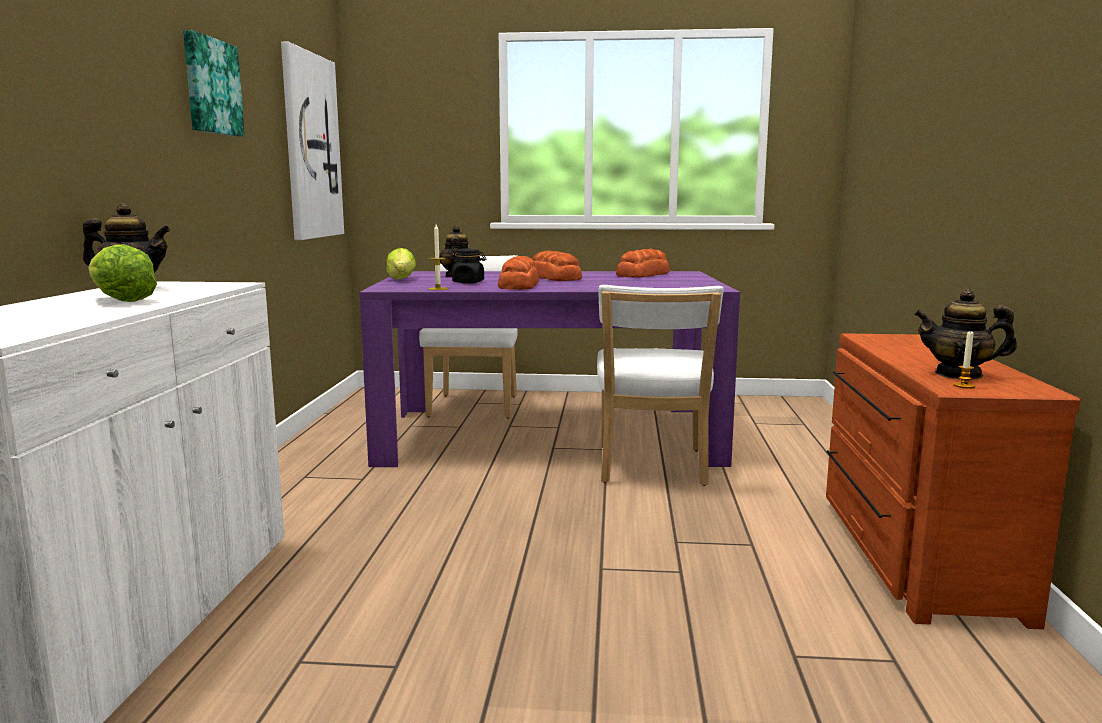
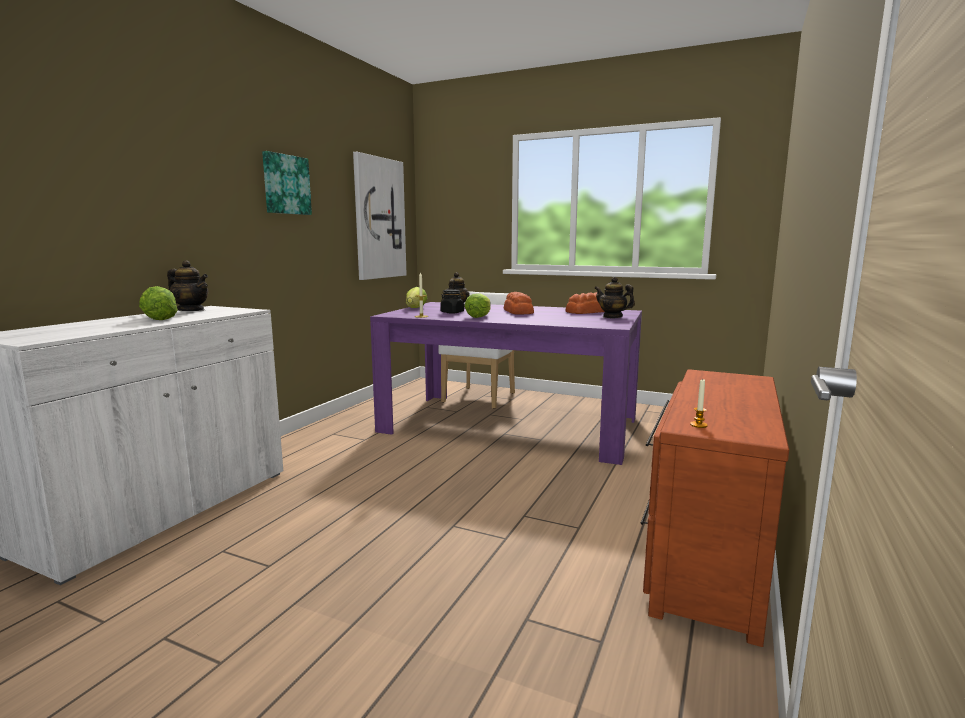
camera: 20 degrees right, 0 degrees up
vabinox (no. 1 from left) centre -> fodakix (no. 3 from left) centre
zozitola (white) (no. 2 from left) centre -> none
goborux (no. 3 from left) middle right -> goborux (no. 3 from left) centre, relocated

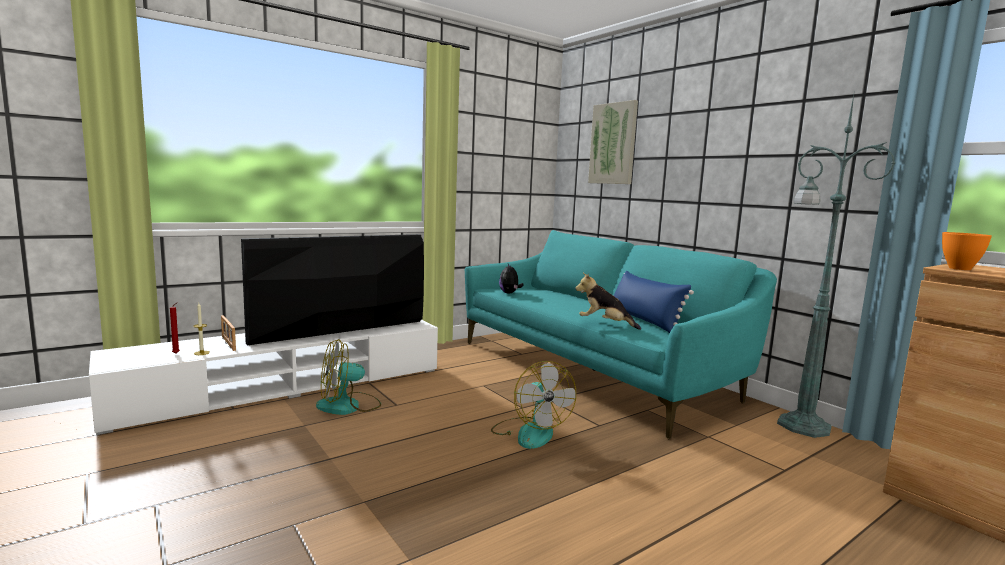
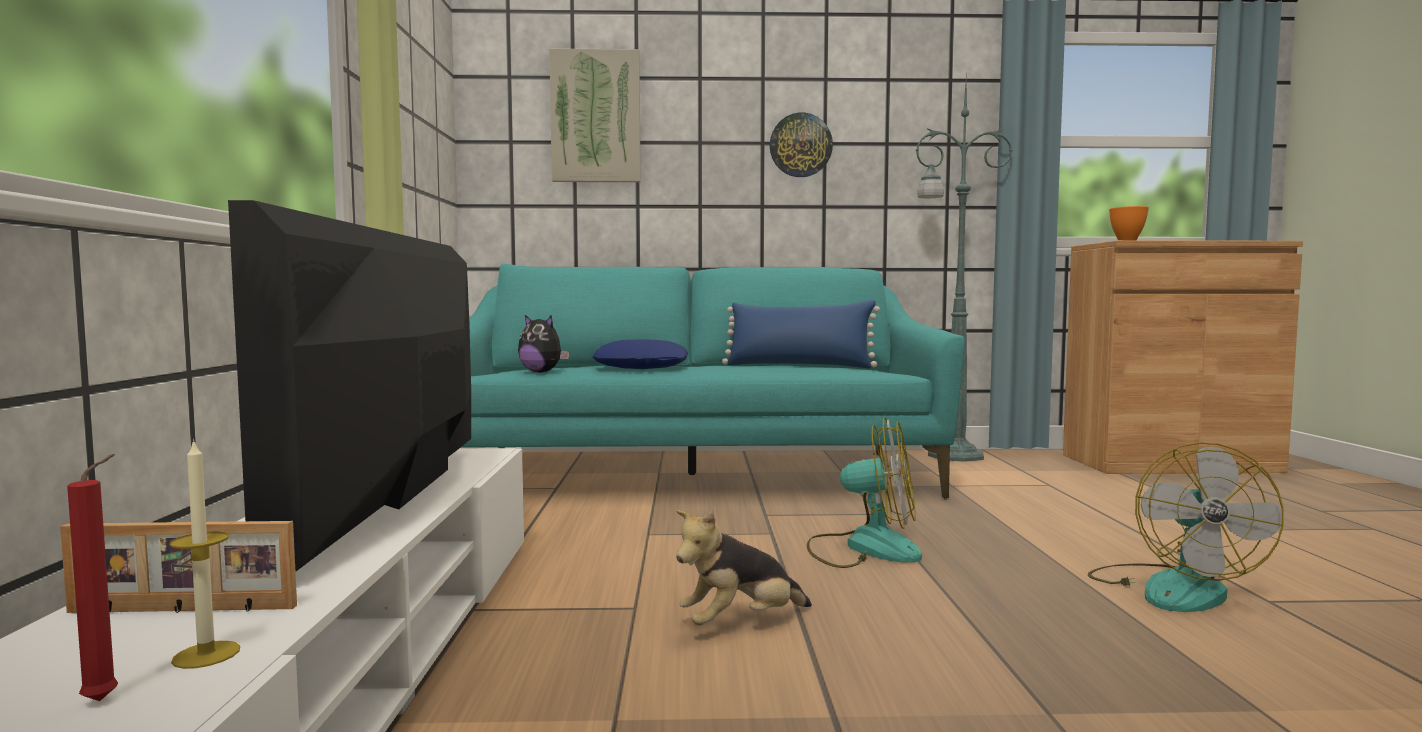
camera: 55 degrees left, 5 degrees down
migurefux (no. 1 from left in the first image) bottom centre -> migurefux (no. 2 from left) bottom right, relocated
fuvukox (no. 2 from left) centre -> fuvukox (no. 2 from left) bottom centre, relocated
none -> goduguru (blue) (no. 1 from left) centre
none -> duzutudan top centre

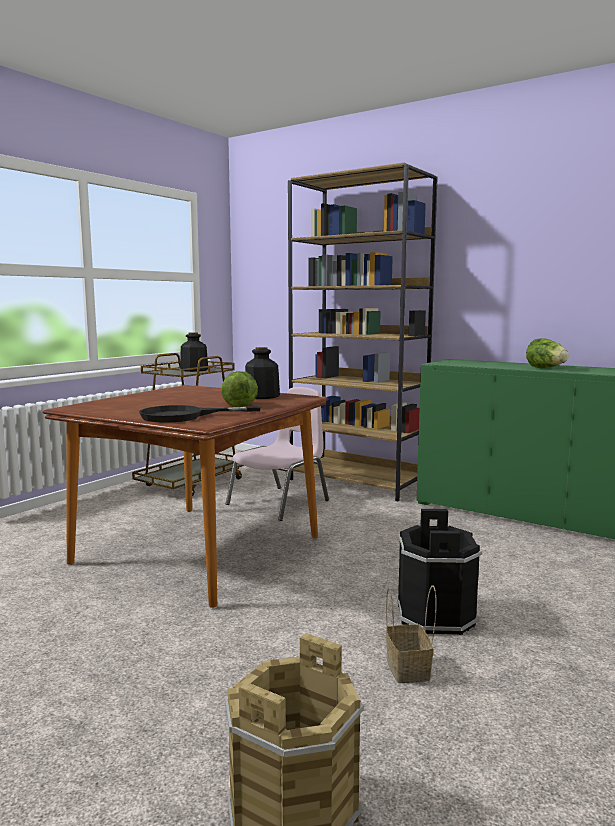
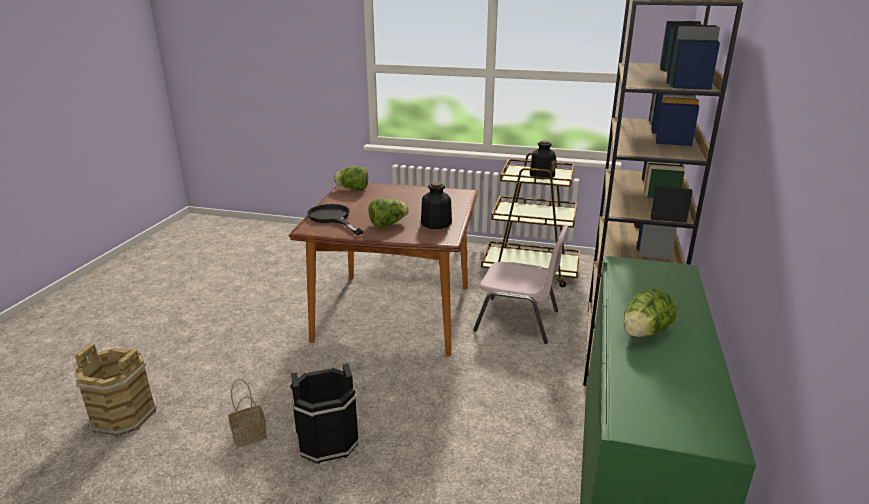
camera: 70 degrees right, 15 degrees up
none -> fodakix (no. 1 from left) centre

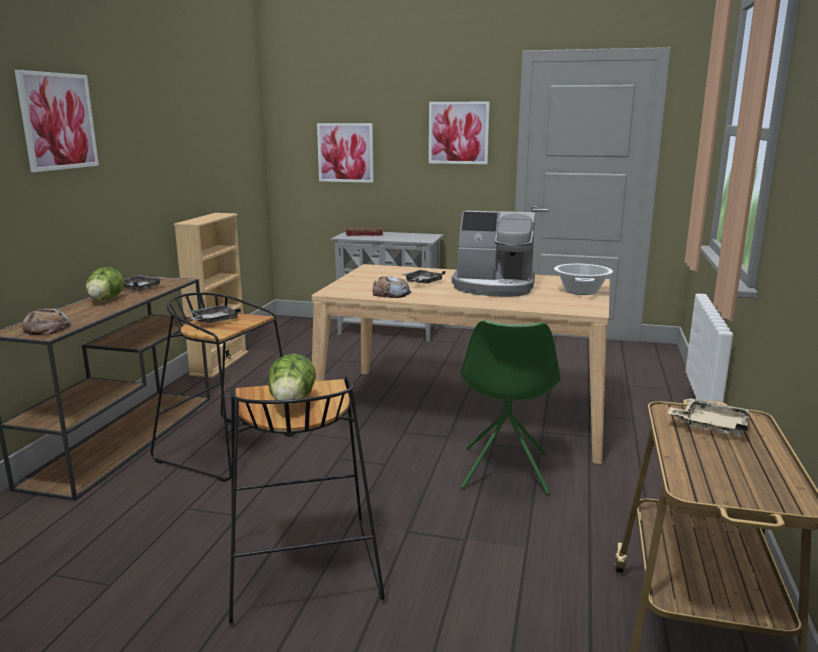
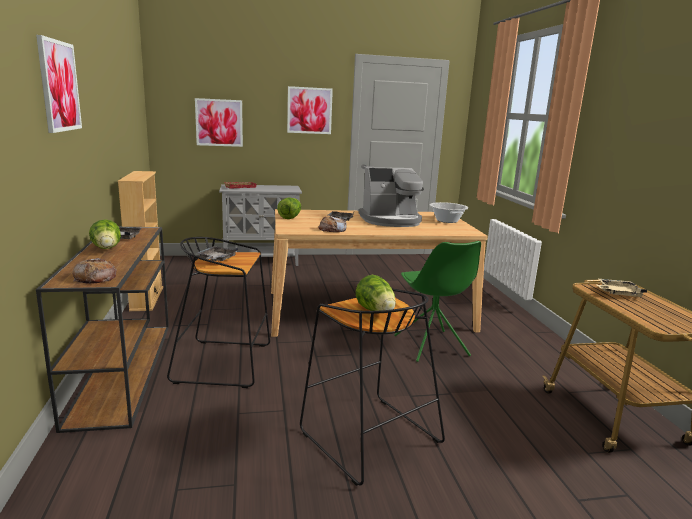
camera: 25 degrees left, 0 degrees up
none -> fodakix (no. 2 from left) centre

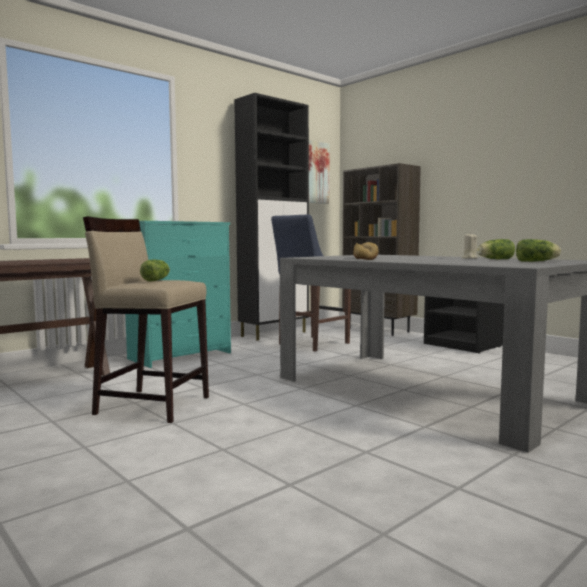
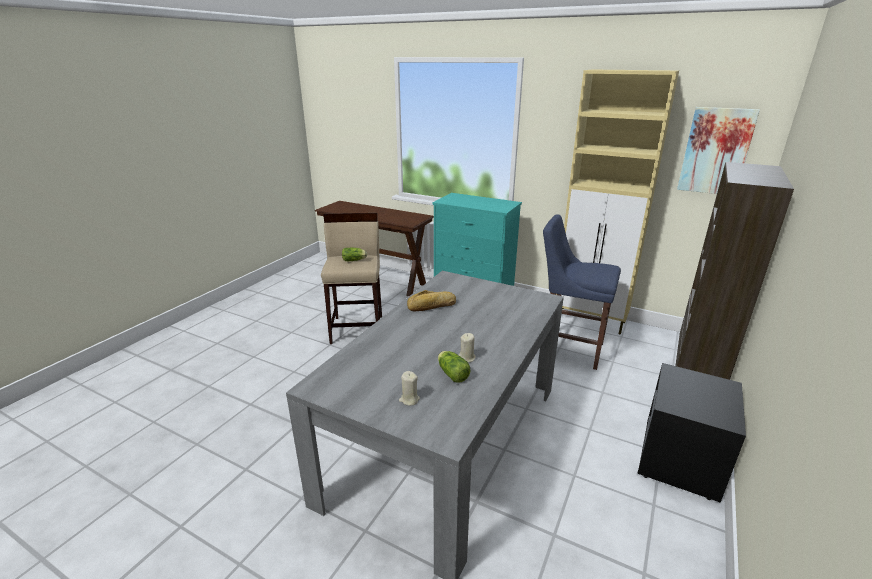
camera: 70 degrees right, 20 degrees up
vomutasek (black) centre -> vomutasek (beige) middle right
fodakix (no. 3 from left) middle right -> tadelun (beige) (no. 1 from left) bottom centre

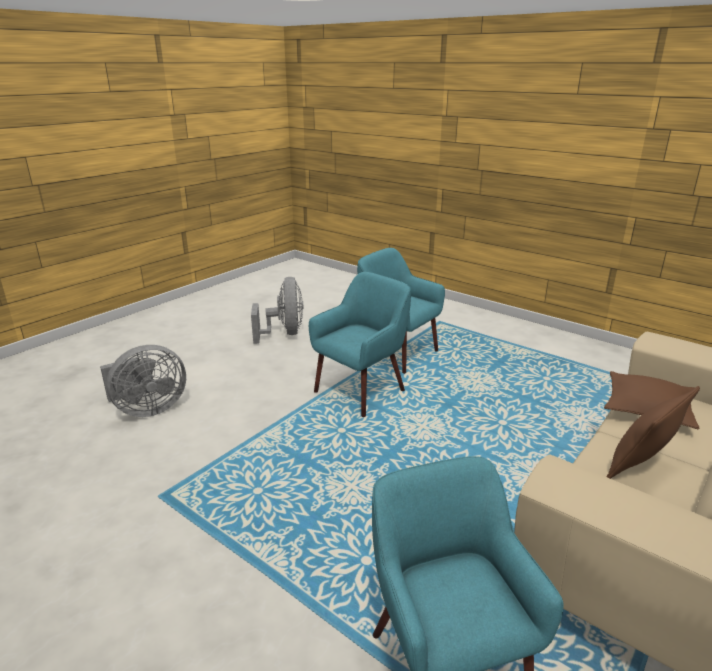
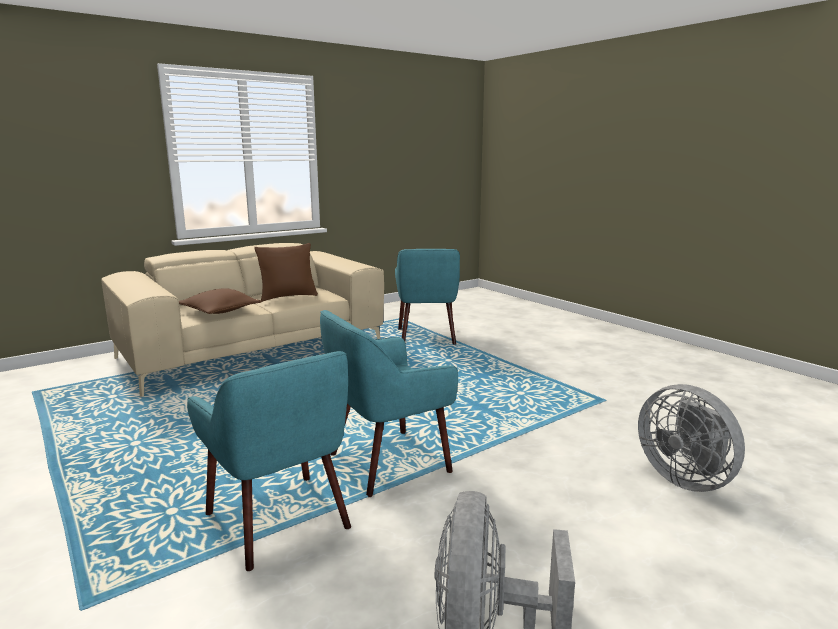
camera: 165 degrees left, 10 degrees down
migurefux (grey) (no. 1 from left in the first image) middle left -> migurefux (grey) (no. 2 from left) bottom right, 105 degrees counterclockwise

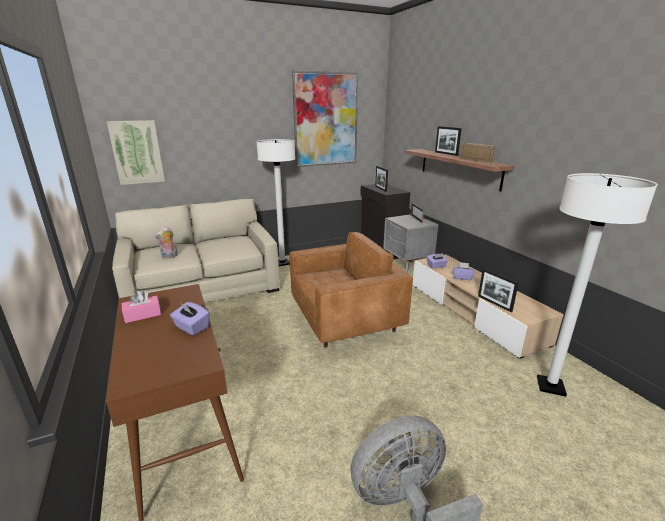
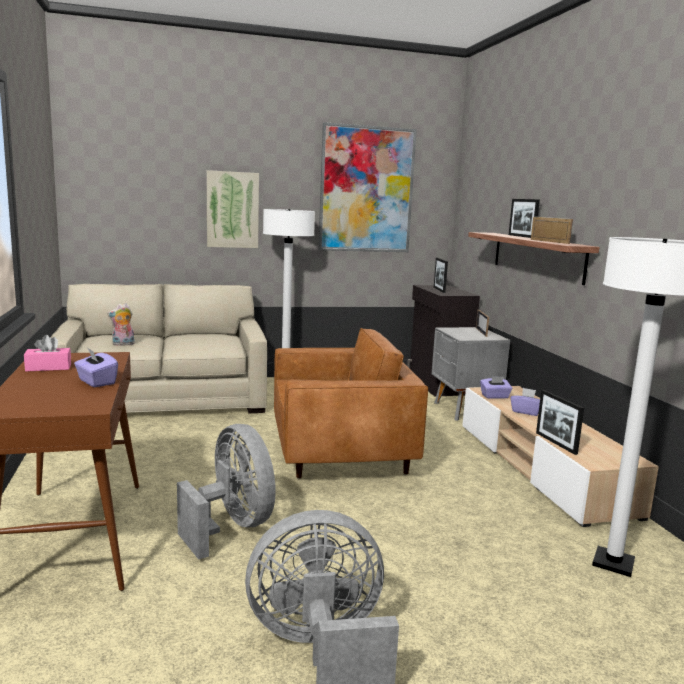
camera: 10 degrees right, 10 degrees down
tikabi (no. 1 from left) top left -> tikabi (no. 1 from left) top centre, relocated
none -> migurefux (grey) (no. 1 from left) bottom left

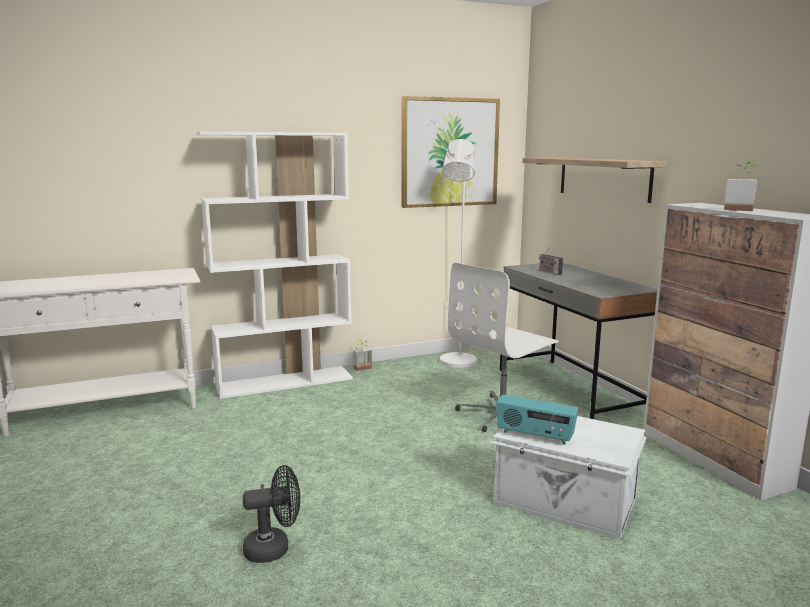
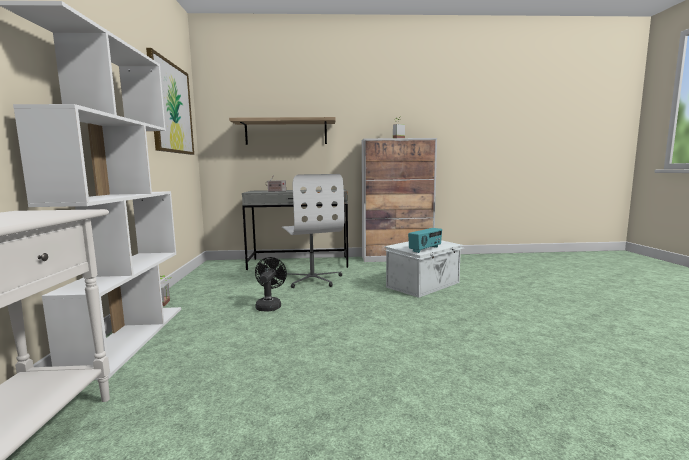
camera: 70 degrees left, 5 degrees down
migurefux (black) bottom centre -> migurefux (black) centre, relocated
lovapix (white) centre -> none

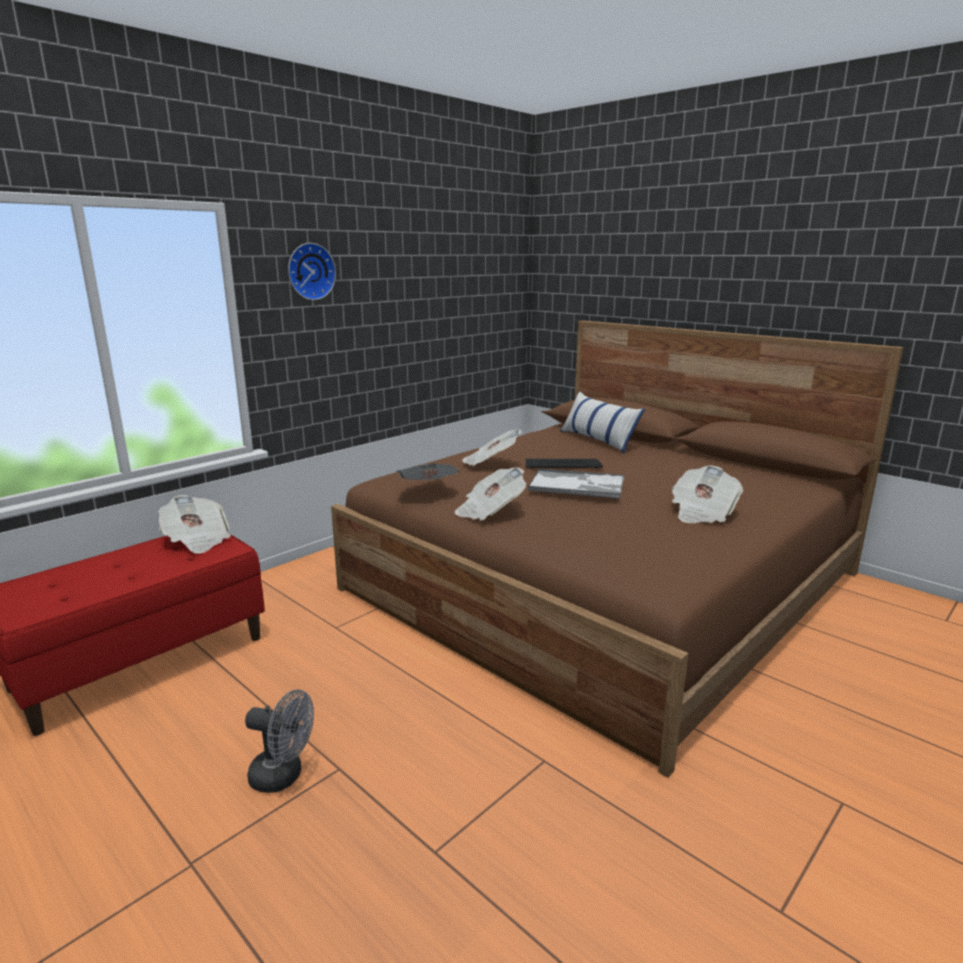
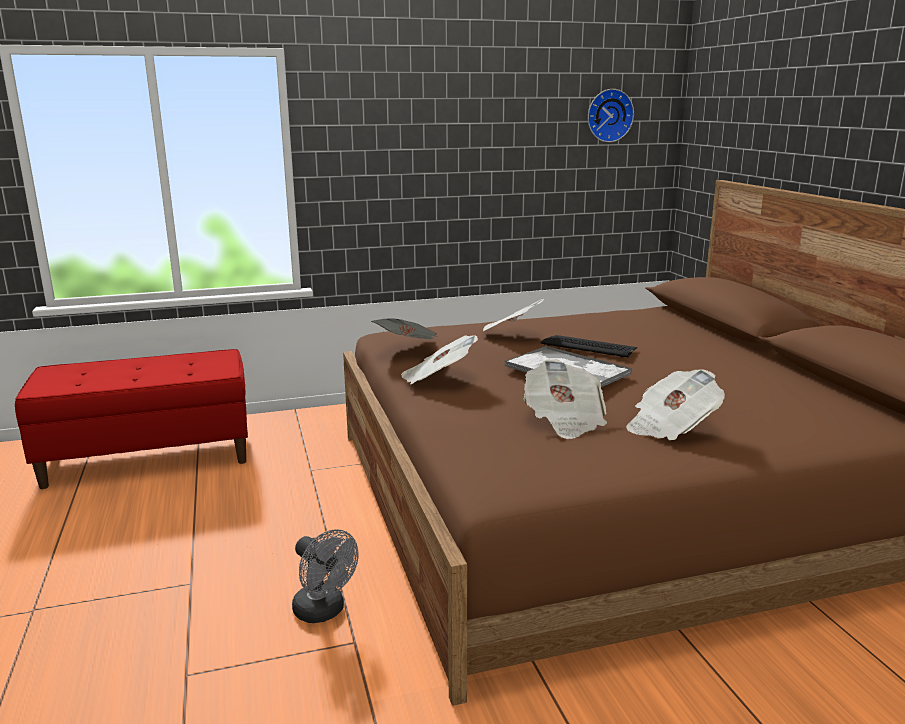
camera: 30 degrees right, 0 degrees up
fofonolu (no. 1 from left in the first image) middle left -> fofonolu (no. 4 from left) centre, relocated
migurefux (grey) bottom left -> migurefux (grey) bottom centre, relocated
duzutudan top left -> duzutudan top right, relocated
goduguru centre -> none

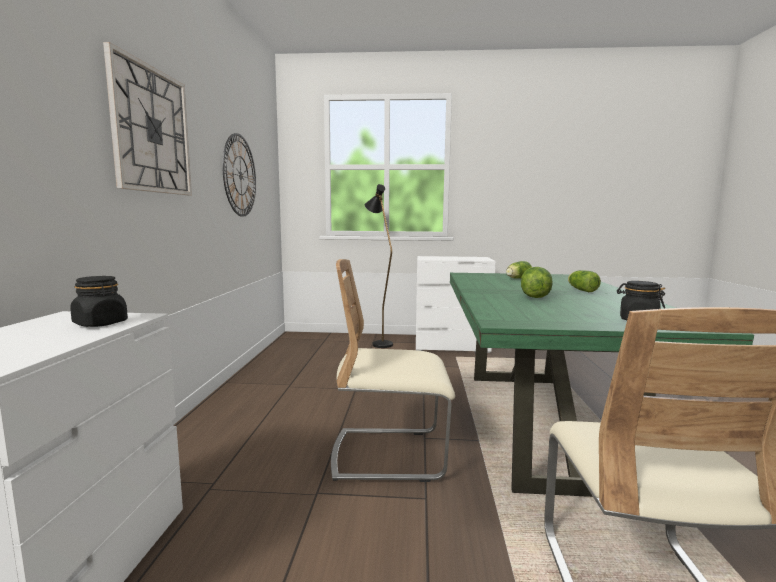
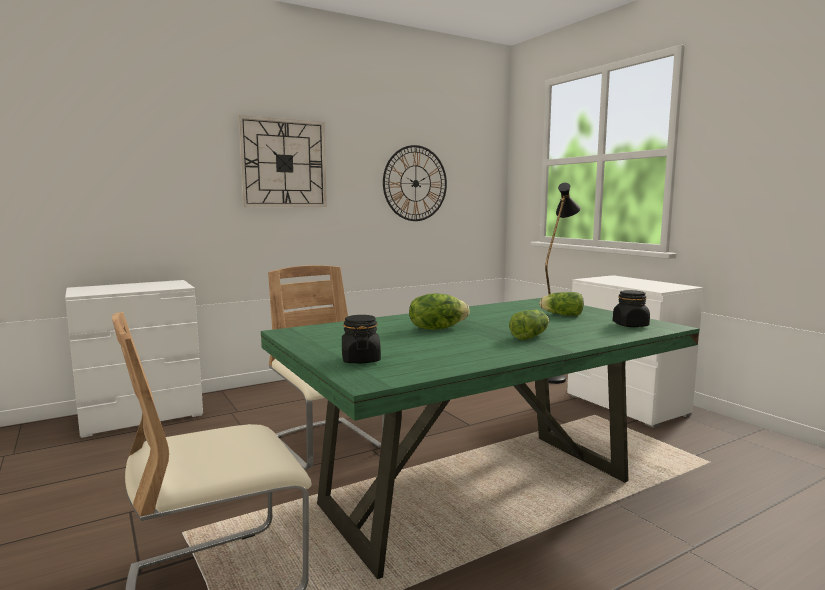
camera: 55 degrees right, 0 degrees up
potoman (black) (no. 1 from left in the first image) middle left -> potoman (black) (no. 2 from left) middle right, relocated

